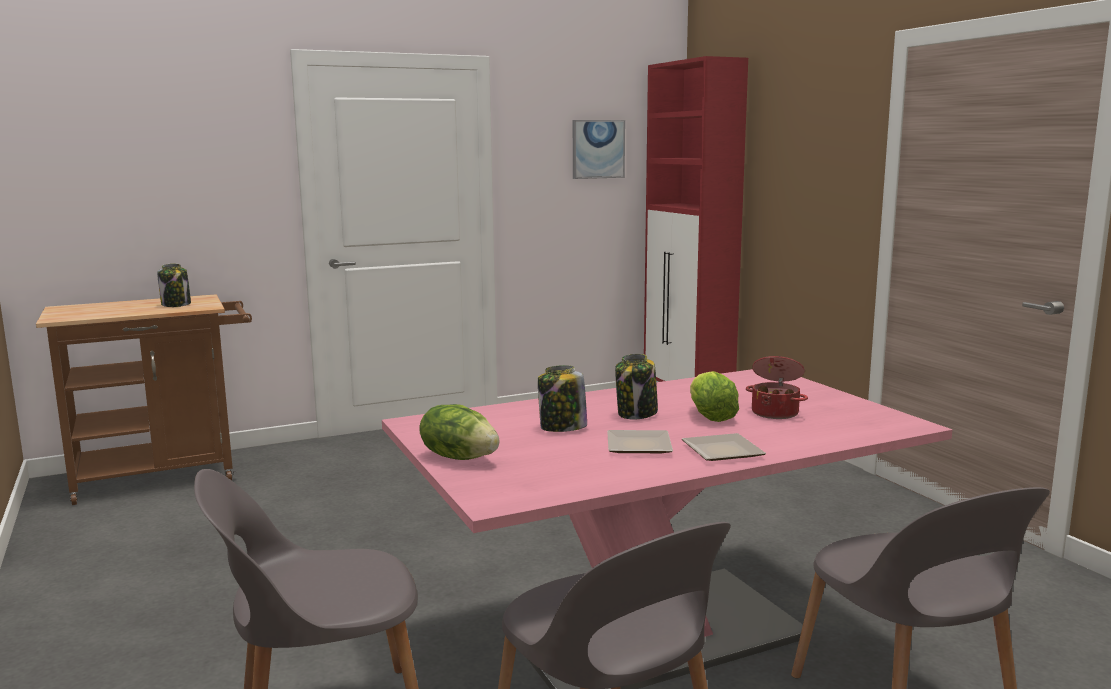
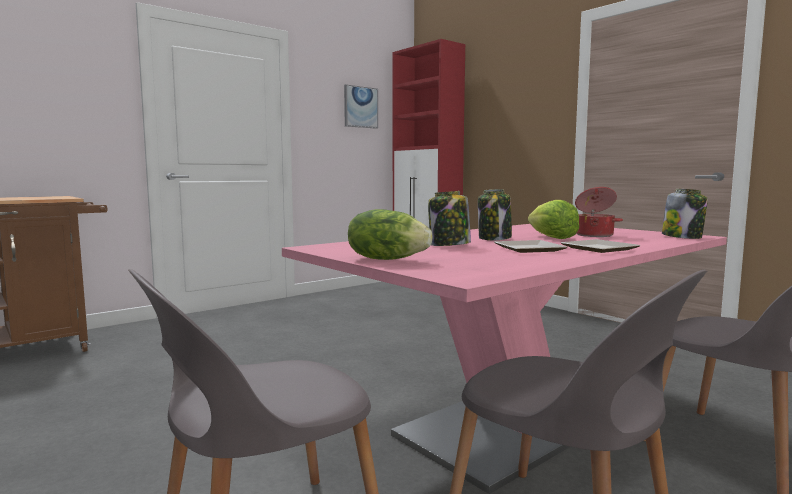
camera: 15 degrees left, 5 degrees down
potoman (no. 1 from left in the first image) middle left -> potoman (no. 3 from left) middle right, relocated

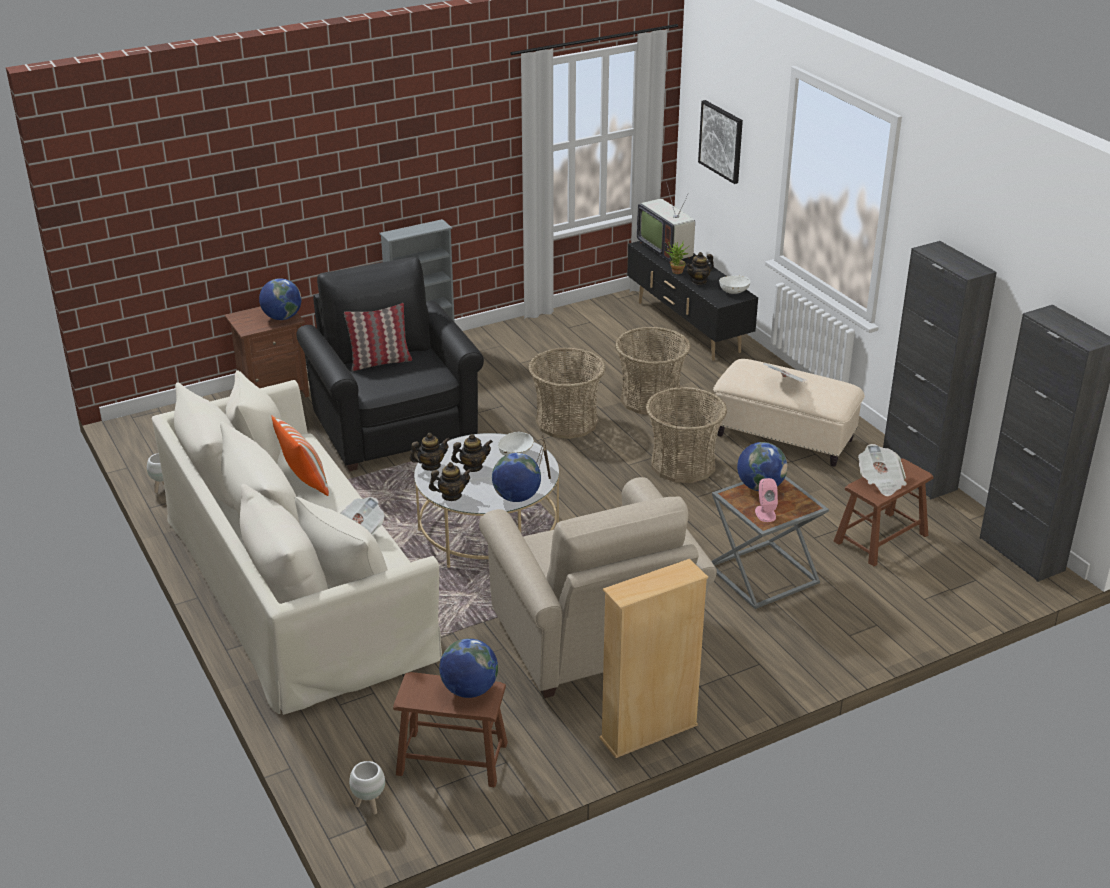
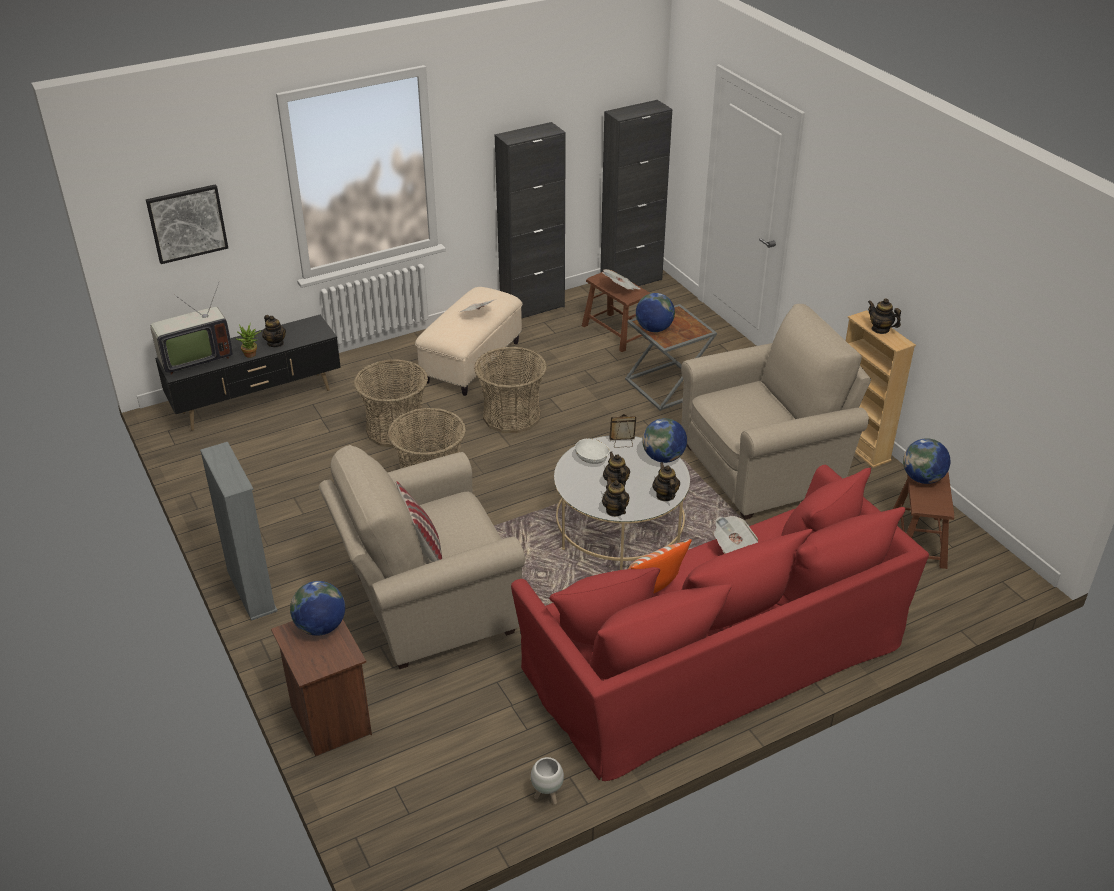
camera: 90 degrees left, 5 degrees up
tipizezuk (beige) middle left -> tipizezuk (red) bottom centre
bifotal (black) centre -> bifotal (beige) (no. 1 from left) centre
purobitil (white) (no. 2 from left) bottom left -> none
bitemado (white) (no. 2 from left) top centre -> none
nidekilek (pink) middle right -> none
none -> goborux (no. 5 from left) middle right

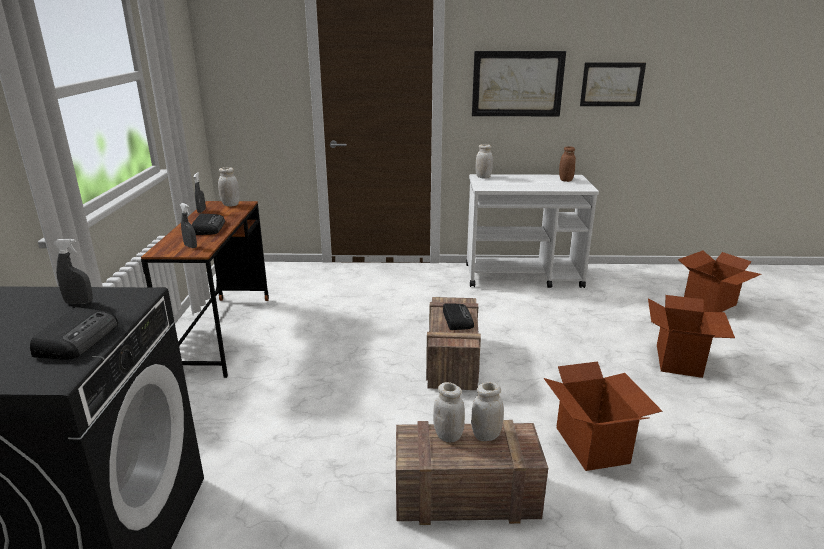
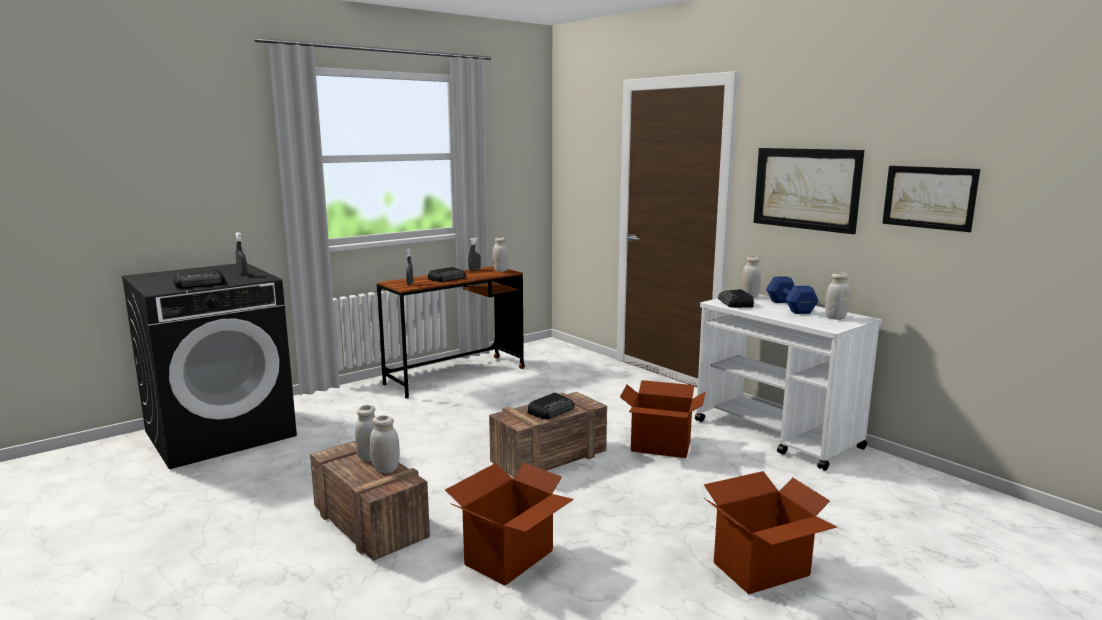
camera: 50 degrees right, 10 degrees down
potoman (brown) top right -> potoman (white) (no. 5 from left) middle right
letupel (no. 3 from left in the first image) middle right -> letupel (no. 2 from left) bottom centre, relocated
none -> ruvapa (no. 4 from left) middle right
none -> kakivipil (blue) middle right

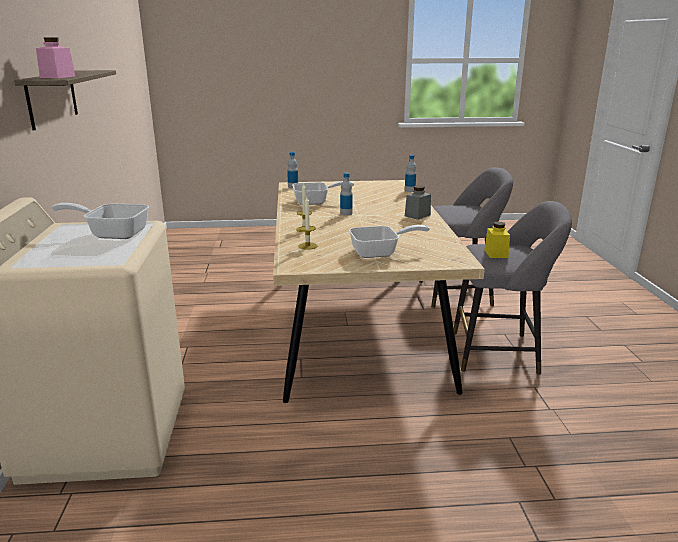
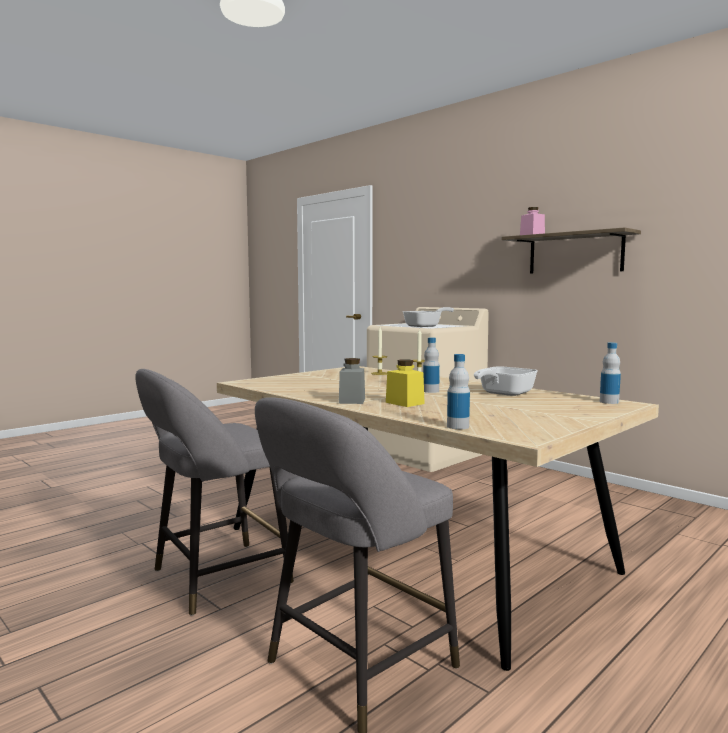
camera: 140 degrees right, 15 degrees down
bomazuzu (no. 3 from left) centre -> none
potoman (yellow) middle right -> potoman (yellow) centre, relocated

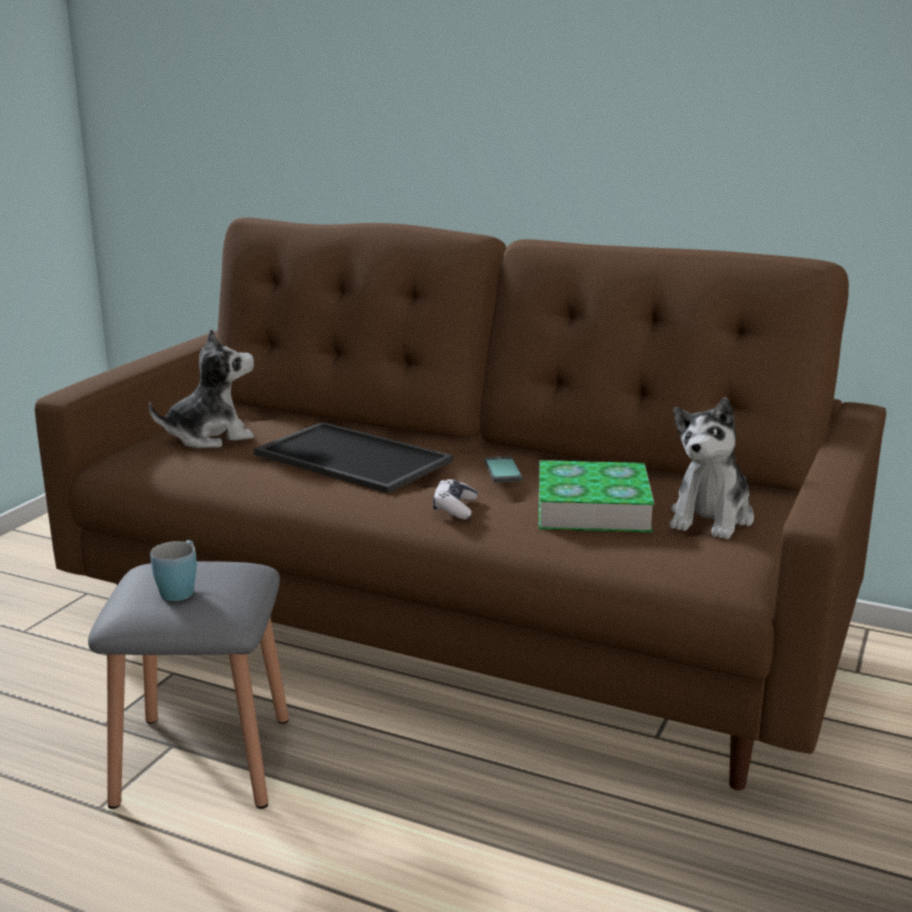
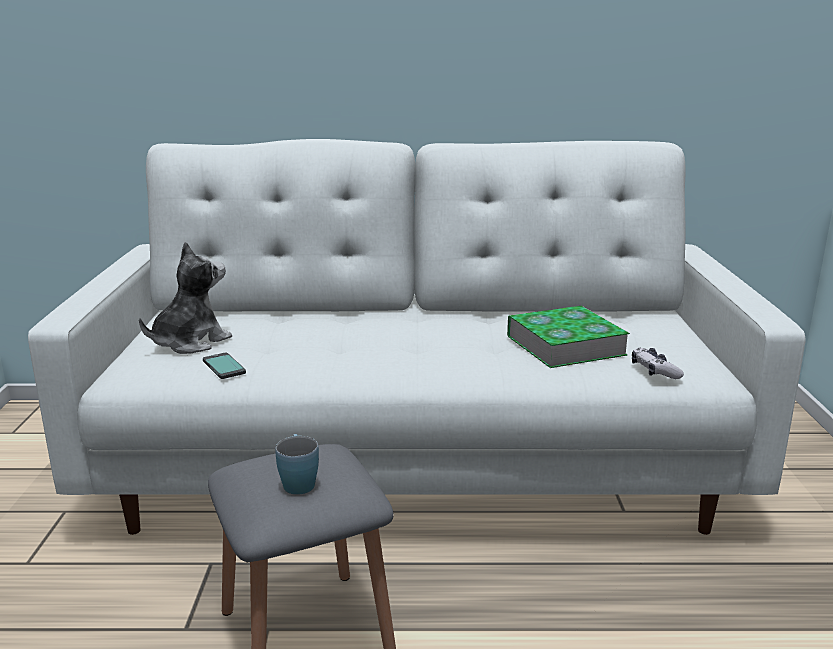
camera: 25 degrees left, 0 degrees up
tipizezuk (brown) centre -> tipizezuk (white) centre
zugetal centre -> none
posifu centre -> posifu middle right, relocated
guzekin centre -> guzekin middle left, relocated
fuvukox (no. 2 from left) middle right -> none

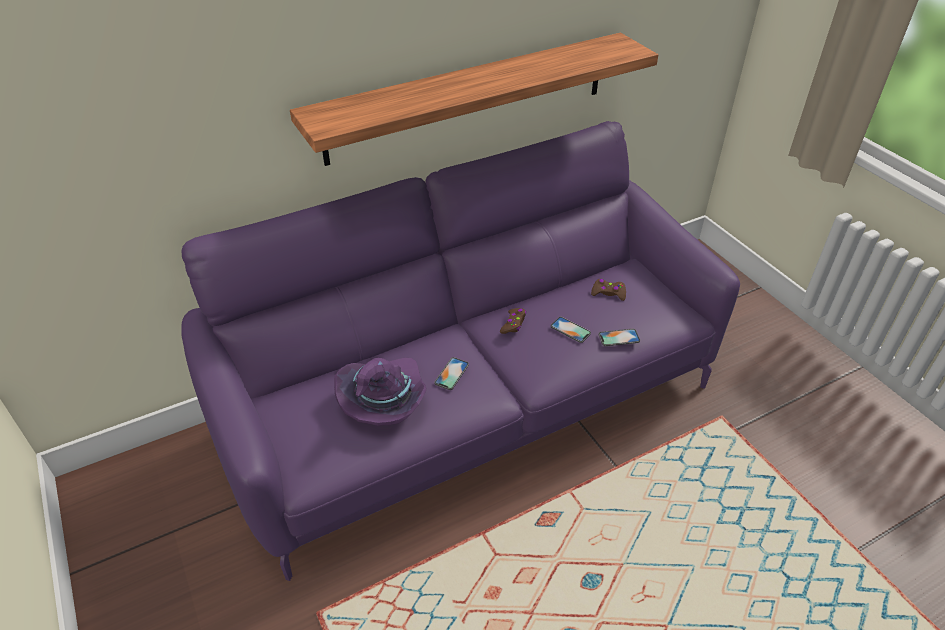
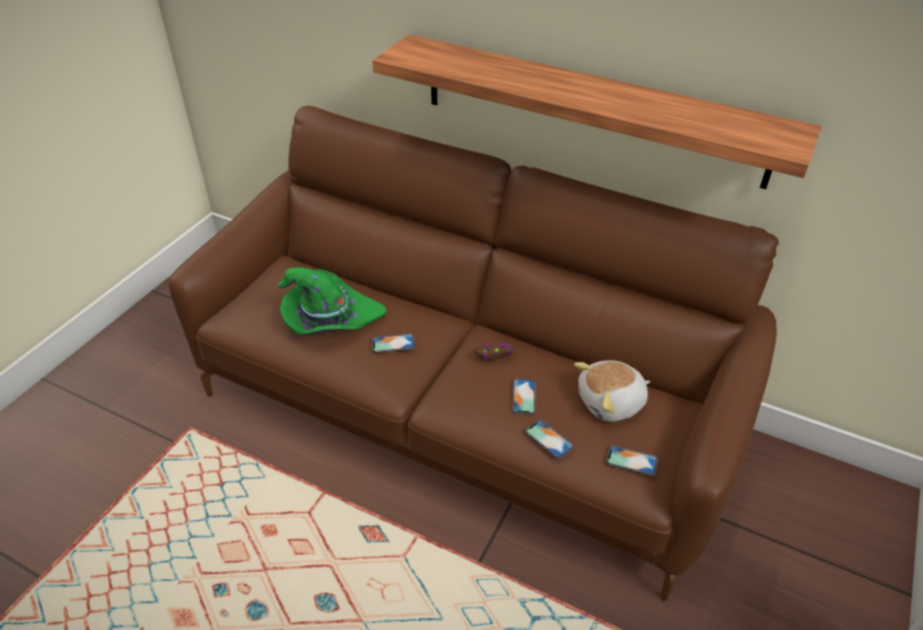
camera: 55 degrees right, 0 degrees up
tipizezuk (purple) centre -> tipizezuk (brown) centre
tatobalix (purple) centre -> tatobalix (green) centre
posifu (brown) (no. 2 from left) centre -> fuvukox centre
none -> guzekin (no. 4 from left) bottom right

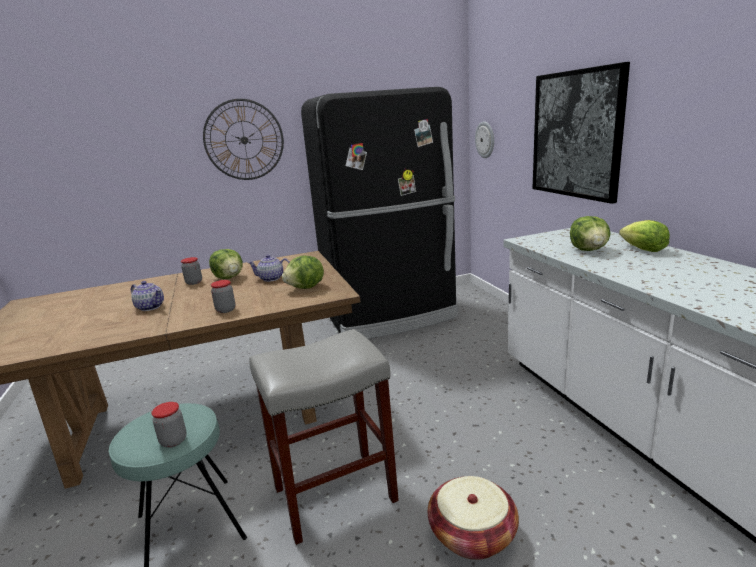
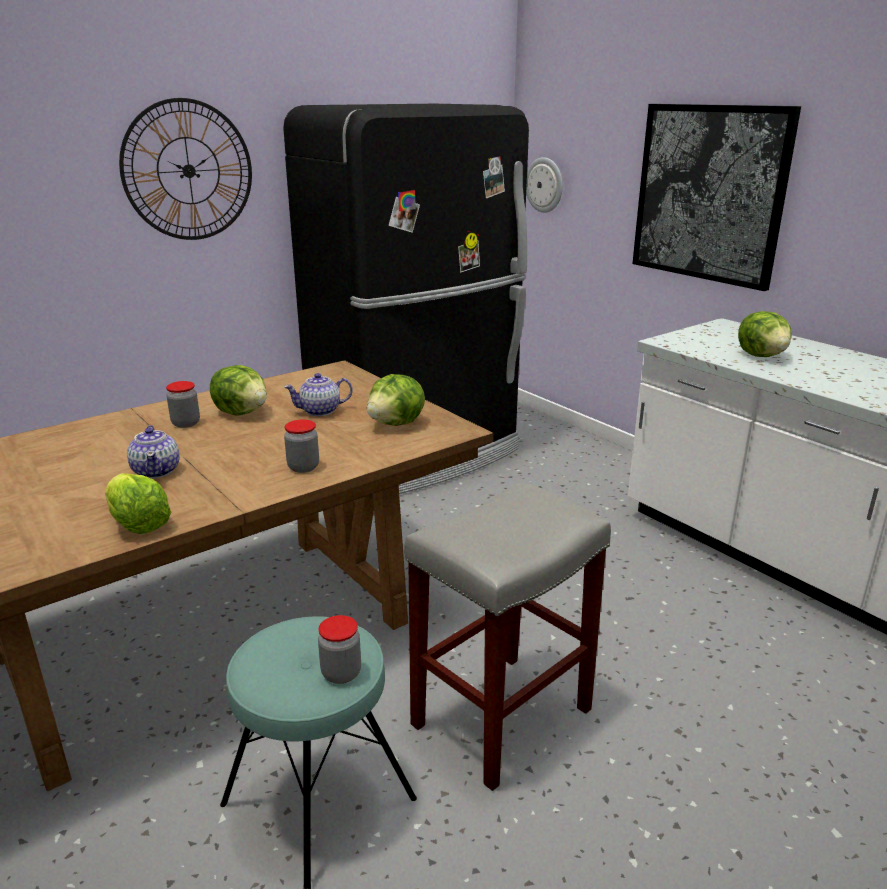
camera: 20 degrees left, 5 degrees up
goborux (no. 1 from left) middle left, 60 degrees clockwise
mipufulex bottom centre -> none
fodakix (no. 4 from left in the first image) middle right -> fodakix (no. 1 from left) middle left, relocated

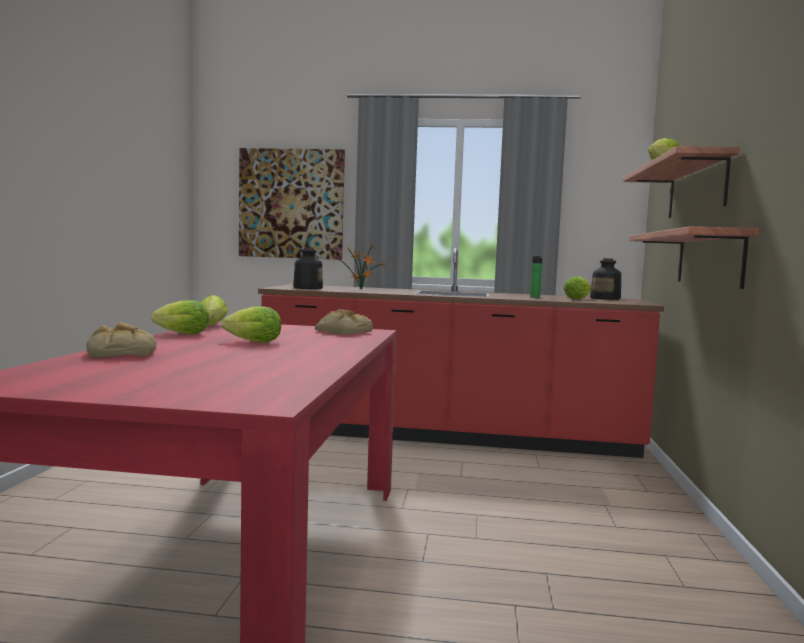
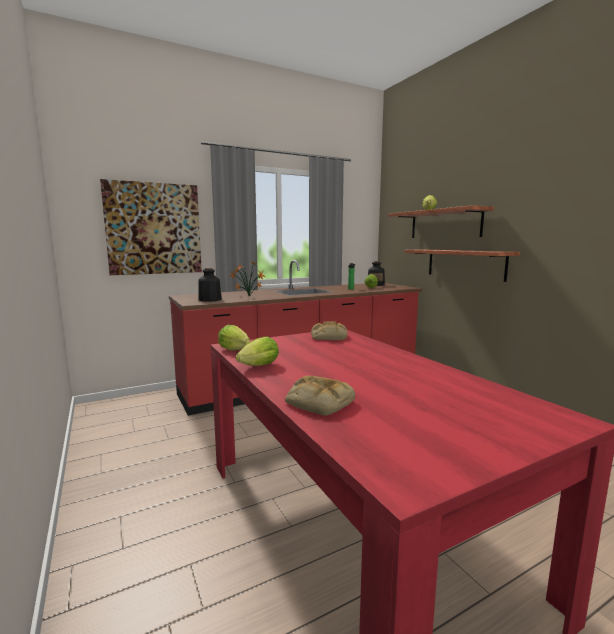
camera: 35 degrees left, 5 degrees up
fodakix (no. 3 from left) middle left -> none

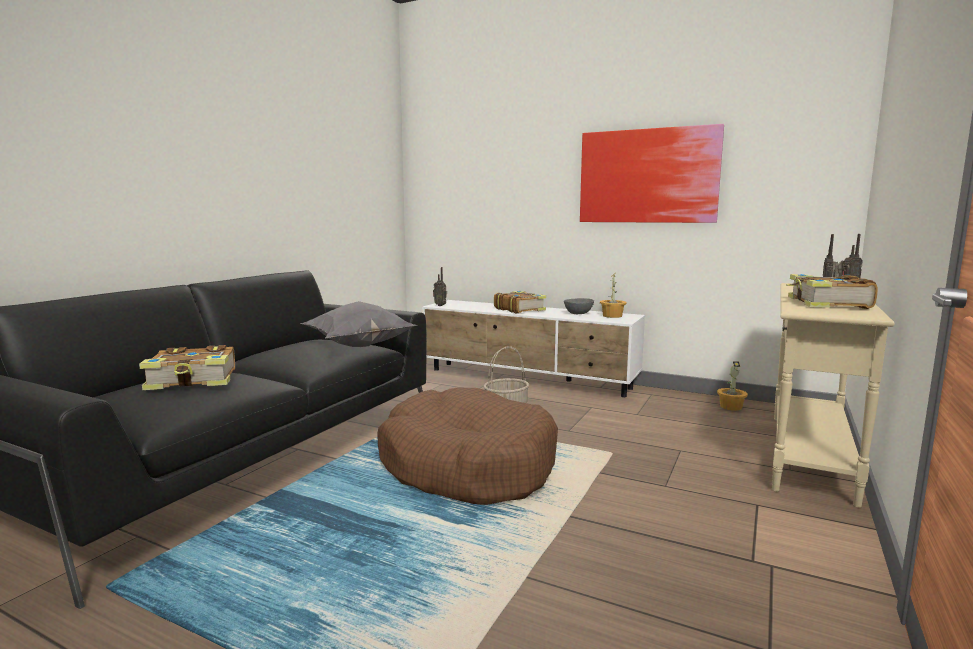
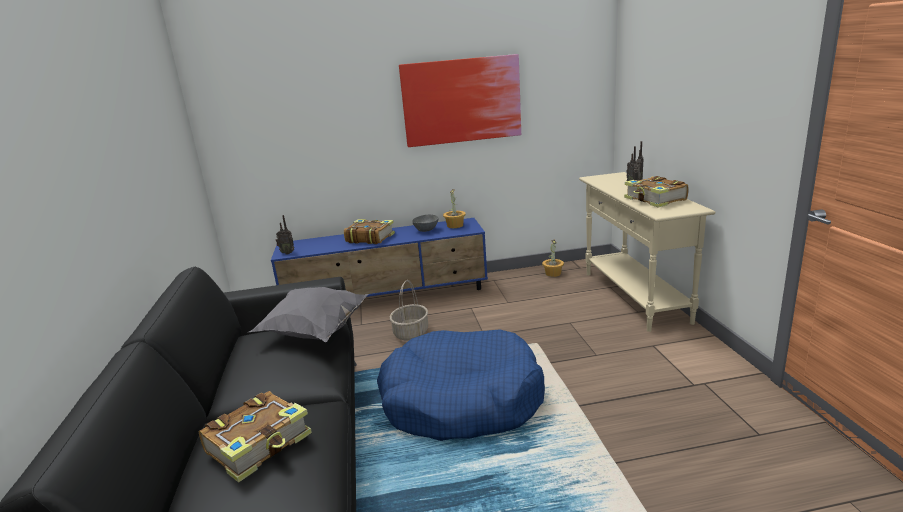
camera: 35 degrees left, 10 degrees up
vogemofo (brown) bottom centre -> vogemofo (blue) bottom centre
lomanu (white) centre -> lomanu (blue) centre

